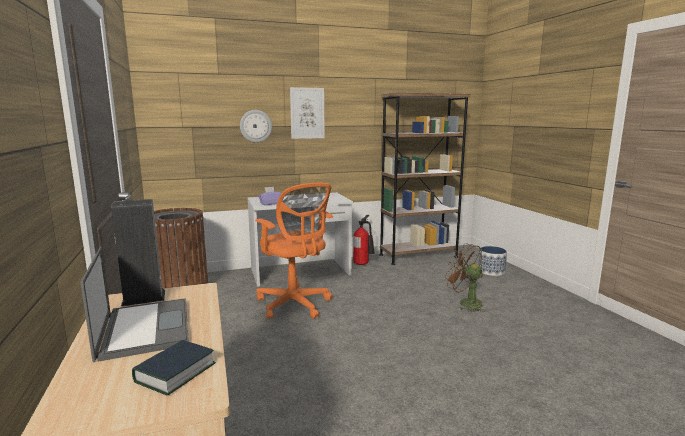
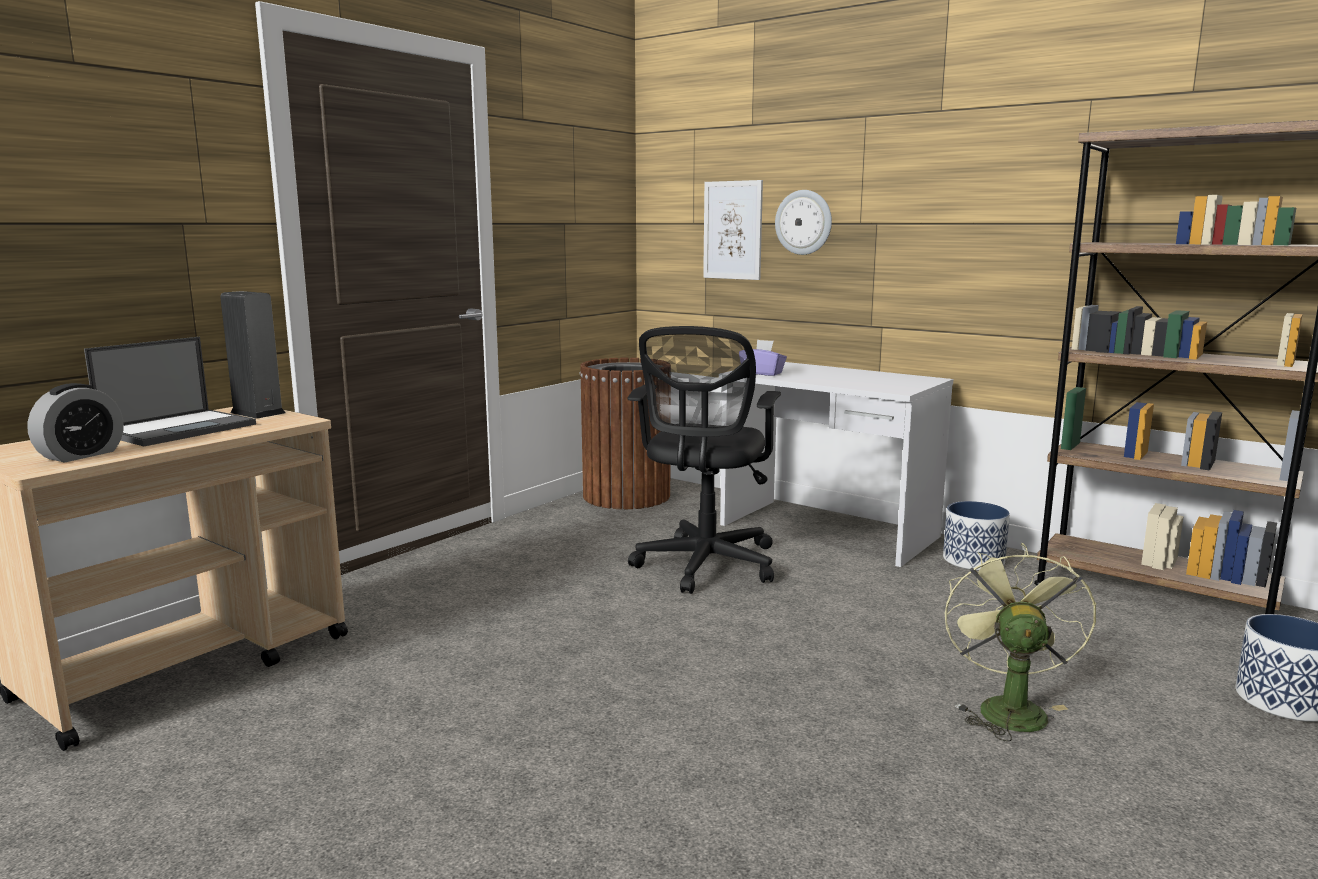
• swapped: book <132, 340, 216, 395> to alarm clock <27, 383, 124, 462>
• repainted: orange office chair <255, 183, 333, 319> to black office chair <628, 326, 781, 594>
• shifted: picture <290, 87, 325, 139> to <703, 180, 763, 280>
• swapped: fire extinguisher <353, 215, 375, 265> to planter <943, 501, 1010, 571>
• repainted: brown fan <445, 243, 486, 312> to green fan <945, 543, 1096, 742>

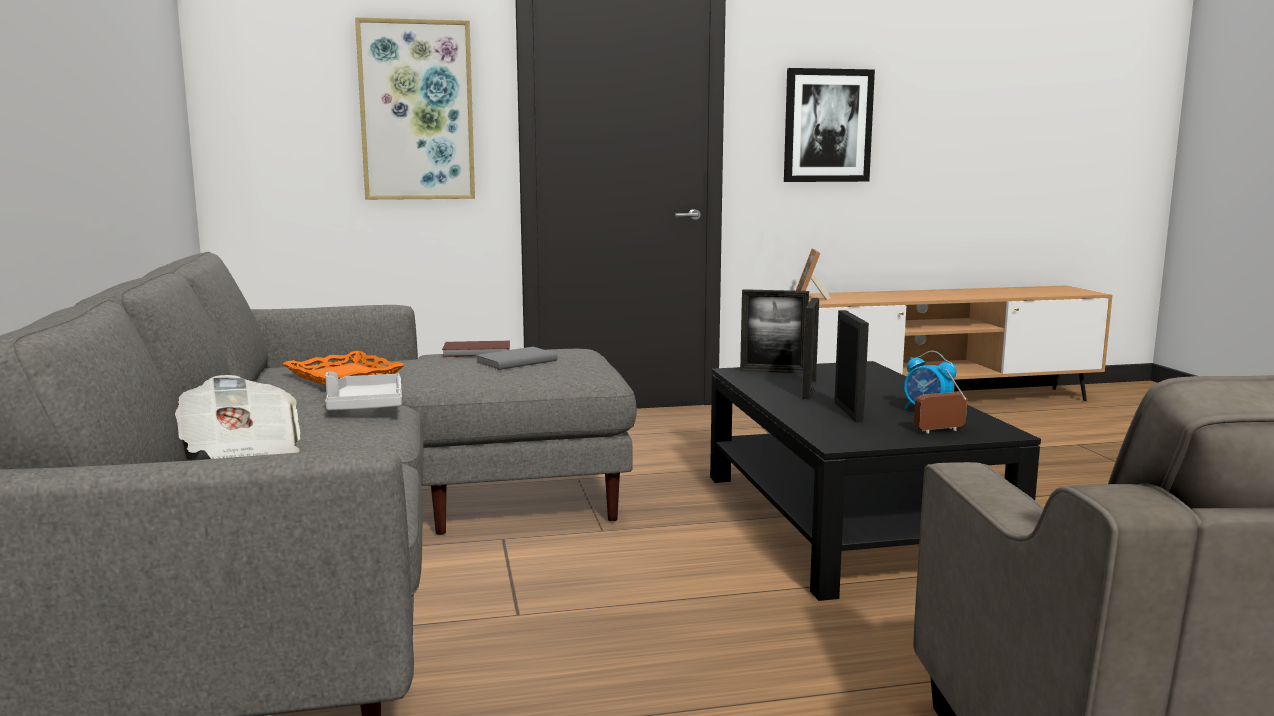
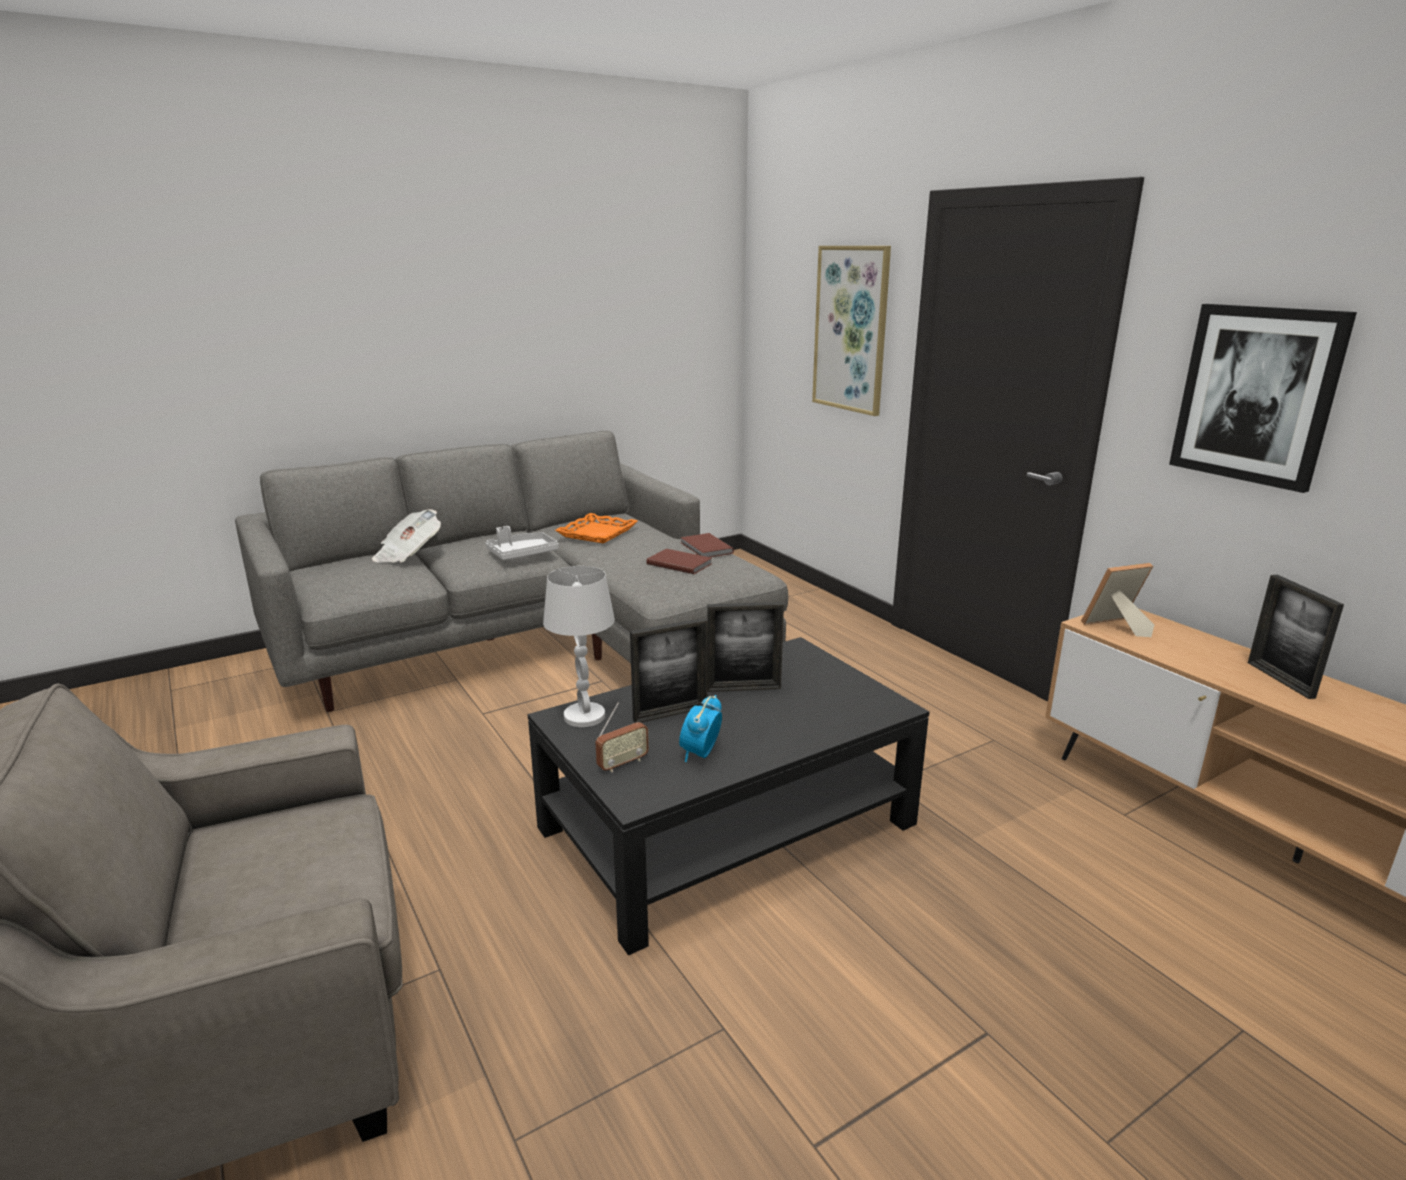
• new: white table lamp <543, 566, 615, 727>
• rotated: radio <914, 369, 967, 434> = <595, 703, 649, 772> 90 degrees clockwise
• repainted: grey book <476, 347, 557, 370> to brown book <646, 549, 712, 574>
• shifted: picture frame <740, 289, 809, 373> to <1248, 575, 1344, 699>

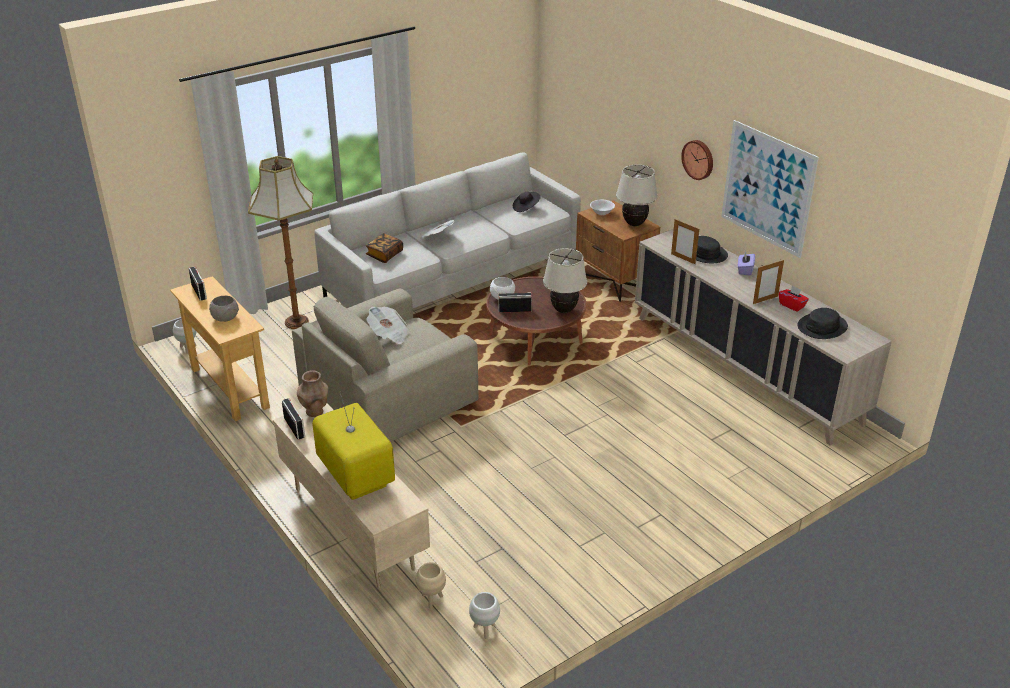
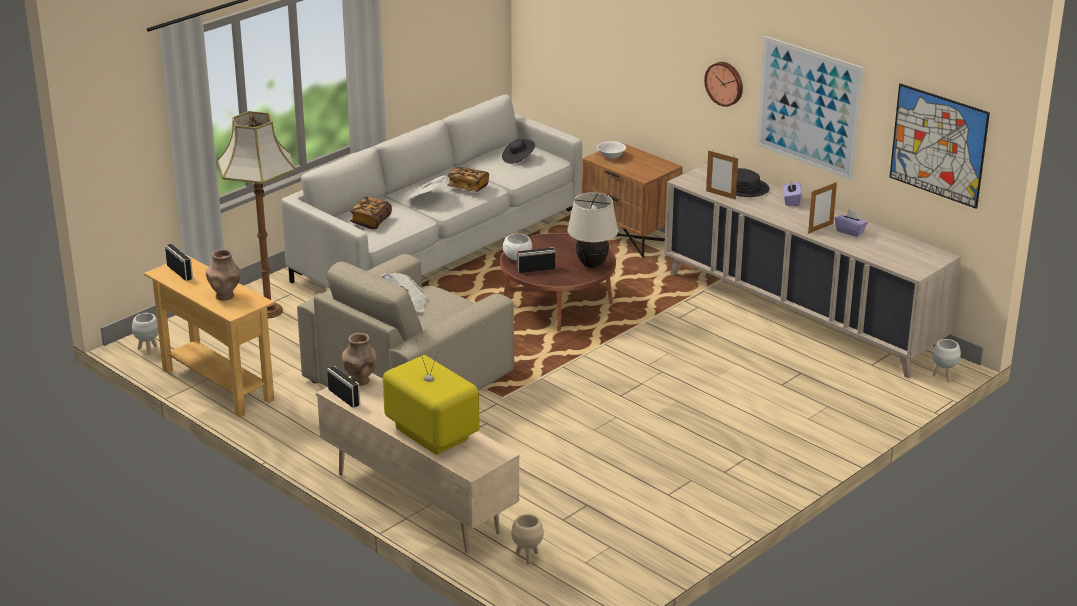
• swapped: grey bowl <209, 296, 239, 322> to brown vase <206, 249, 240, 301>
• new: book <447, 167, 489, 192>
• repainted: red tissue box <779, 285, 809, 312> to purple tissue box <835, 209, 868, 237>
• new: picture <889, 83, 990, 209>
• shifted: white planter <469, 592, 500, 639> to <932, 339, 961, 382>
• gone: beige table lamp <616, 164, 658, 226>
• gone: black hat <797, 308, 848, 339>

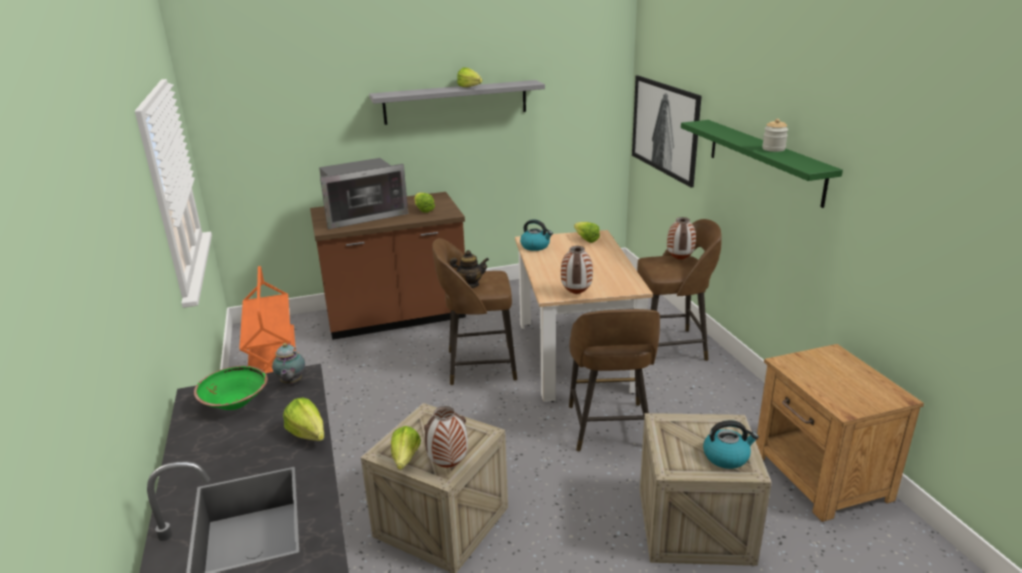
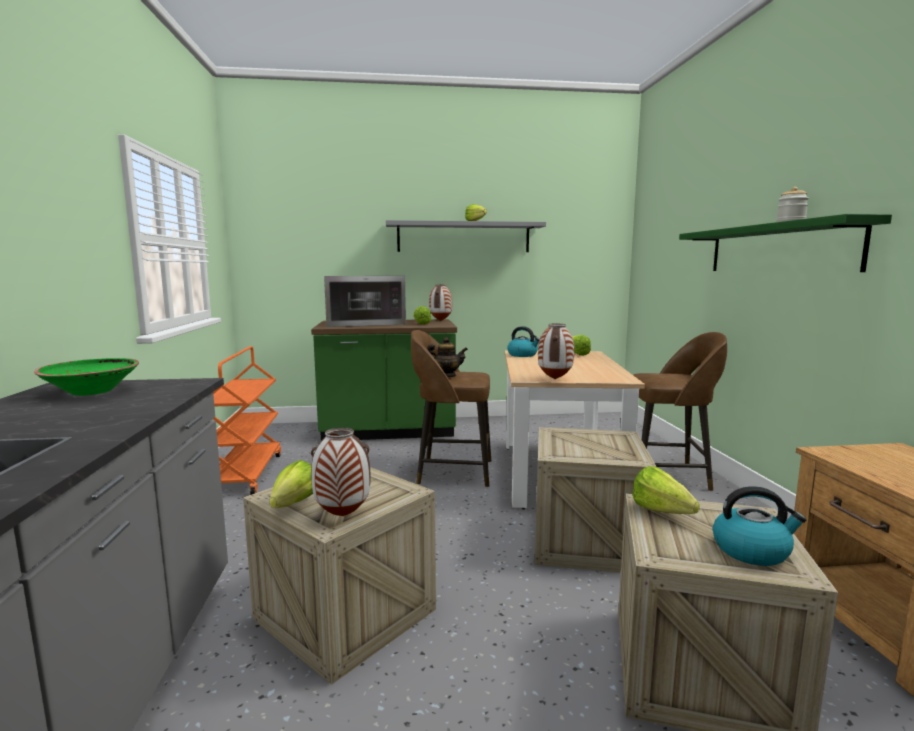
• repainted: brown counter <310, 192, 466, 340> to green counter <311, 319, 457, 441>
• shifted: vase <667, 217, 696, 260> to <429, 284, 452, 321>
• swapped: brown stool <569, 309, 660, 452> to crate <535, 427, 657, 572>
• shifted: lettuce <283, 397, 325, 441> to <633, 466, 700, 514>
• gone: teapot <272, 343, 305, 384>
• gone: picture <632, 75, 702, 187>

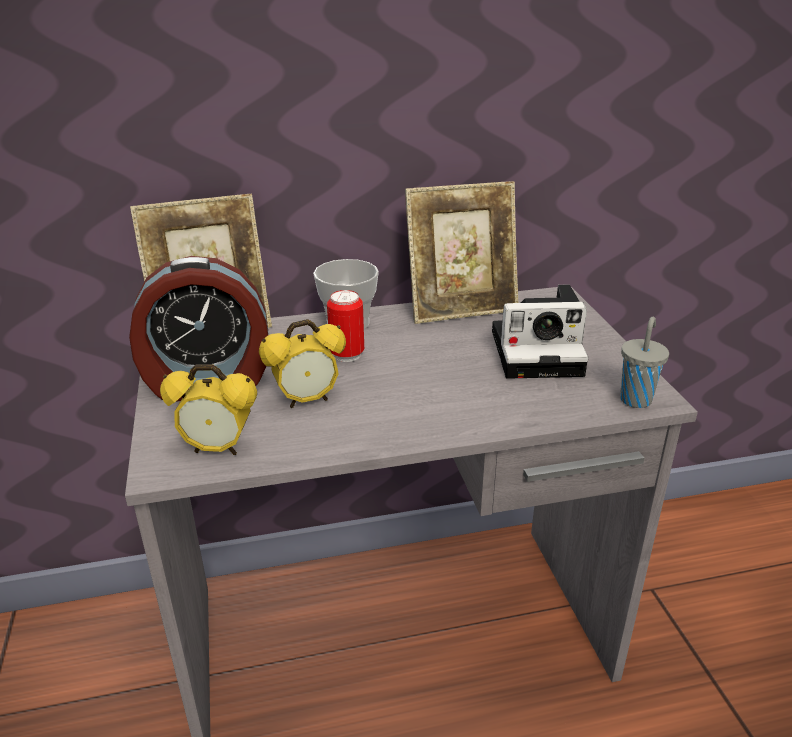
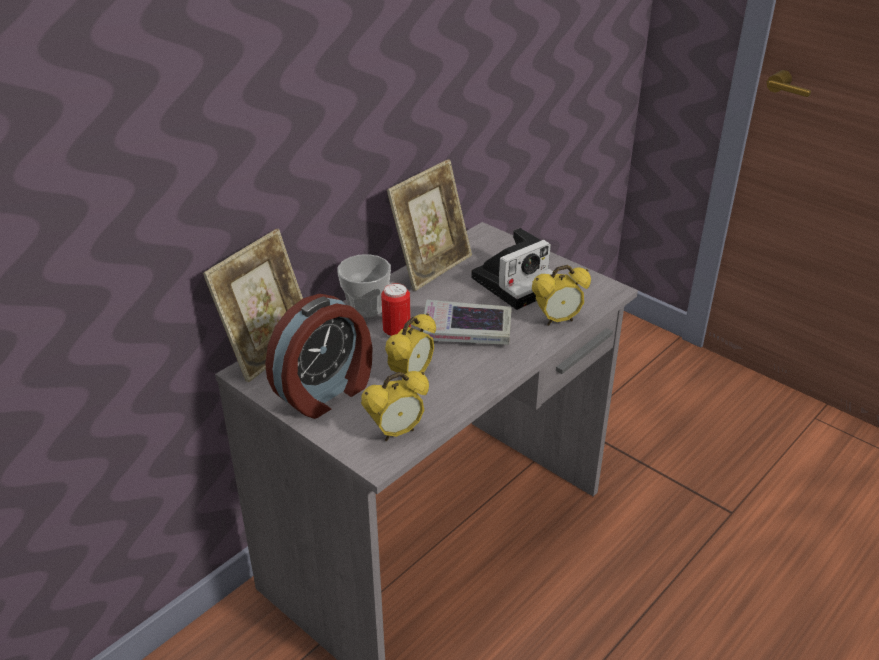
• new: book <423, 299, 512, 345>
• new: alarm clock <532, 265, 591, 326>
• gone: grey cup <620, 317, 669, 408>

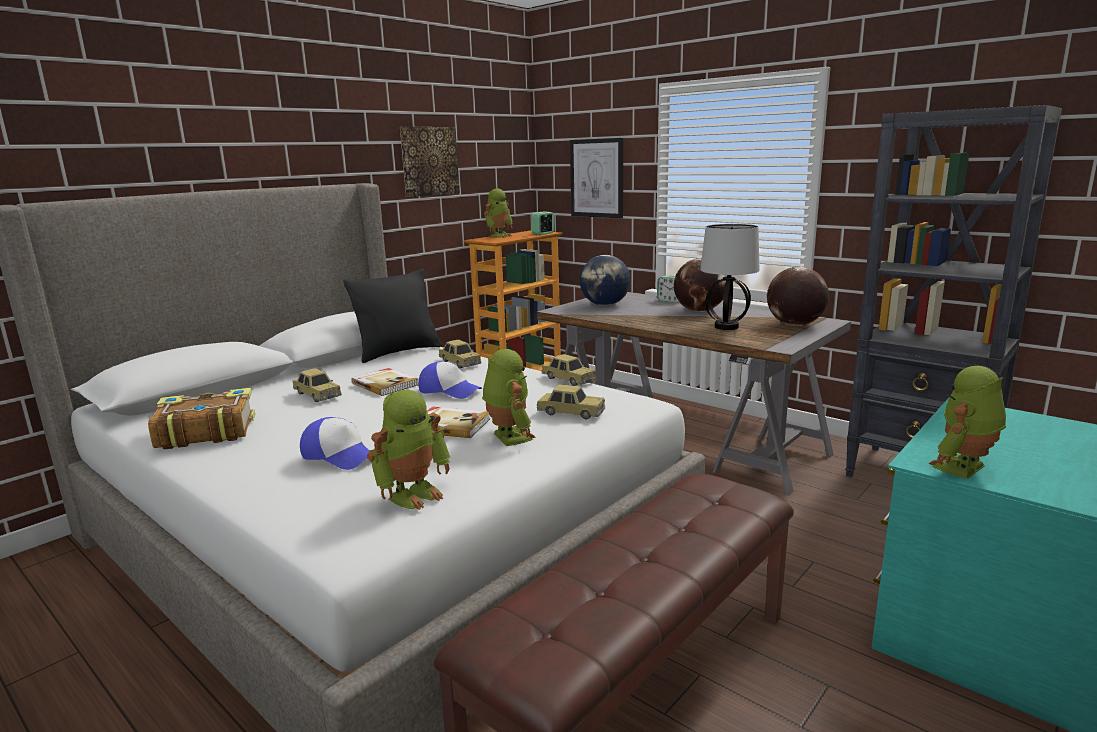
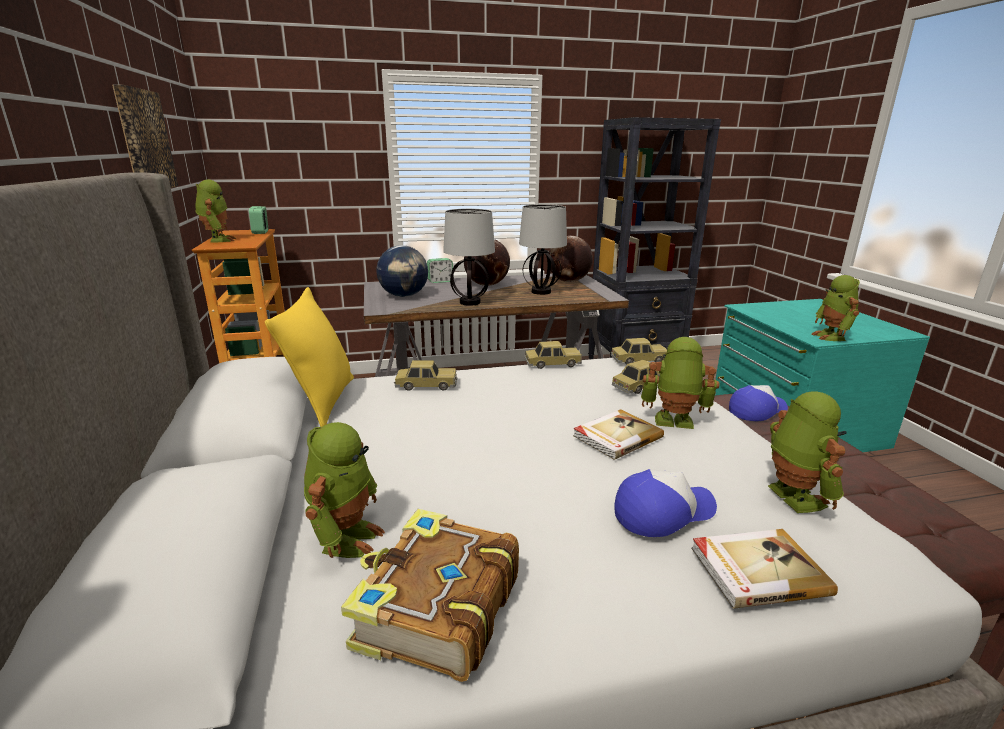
• repainted: black pillow <343, 269, 442, 363> to yellow pillow <265, 287, 354, 427>
• new: toy robot <304, 422, 385, 558>
• new: table lamp <443, 209, 495, 306>
• shifted: toy car <293, 368, 342, 402> to <611, 338, 667, 364>
• shifted: book <351, 368, 418, 396> to <691, 529, 838, 609>
• shifted: cap <418, 362, 482, 399> to <729, 385, 788, 421>
• gone: picture <570, 138, 623, 218>

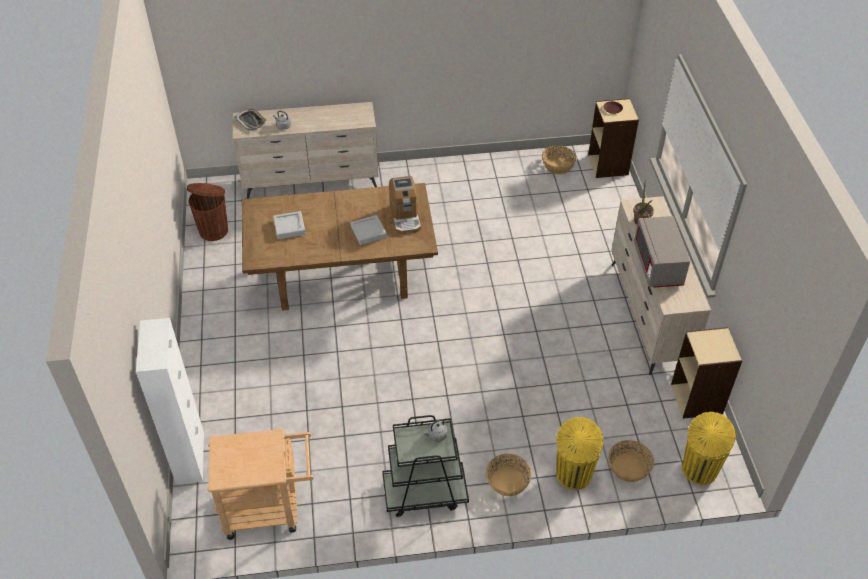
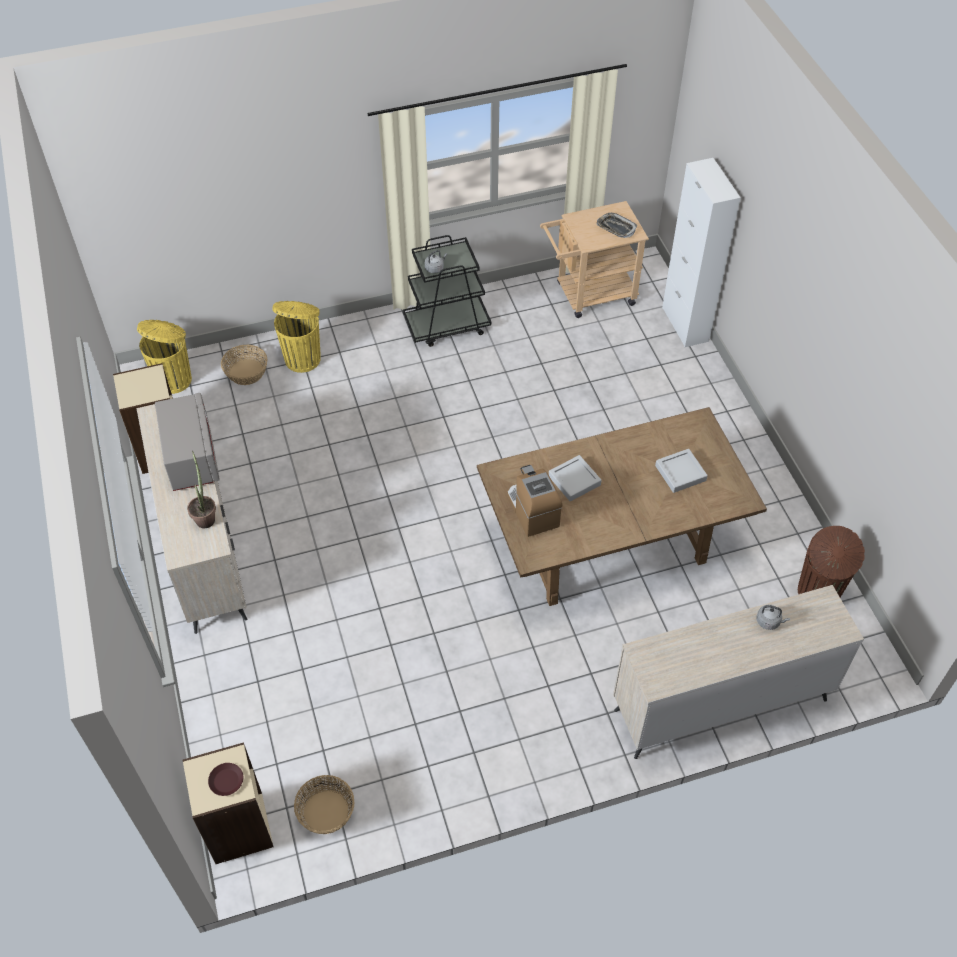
• shifted: tray <235, 109, 266, 131> to <597, 213, 637, 238>
• gone: basket <486, 454, 532, 496>

